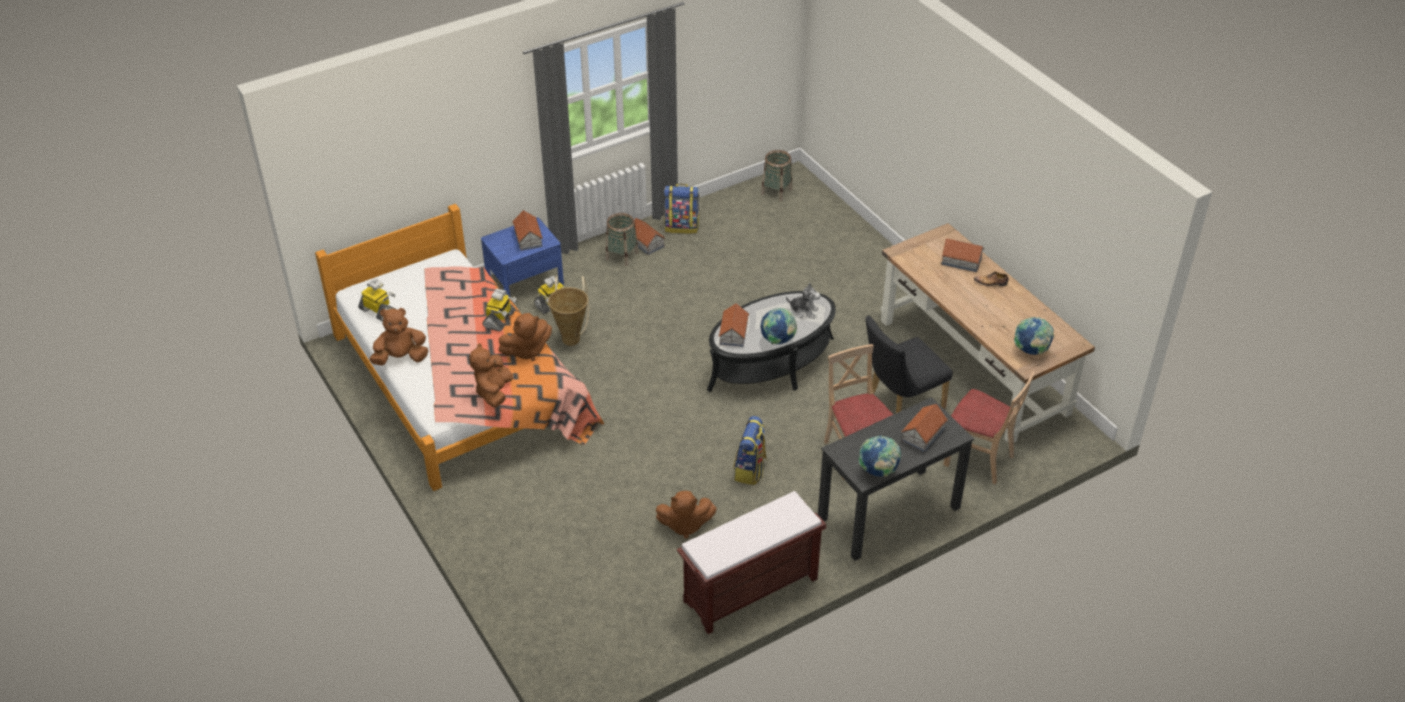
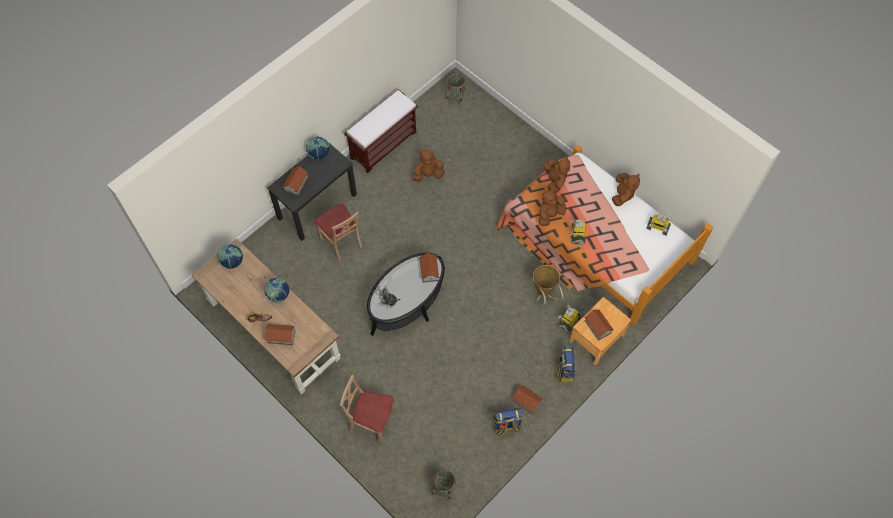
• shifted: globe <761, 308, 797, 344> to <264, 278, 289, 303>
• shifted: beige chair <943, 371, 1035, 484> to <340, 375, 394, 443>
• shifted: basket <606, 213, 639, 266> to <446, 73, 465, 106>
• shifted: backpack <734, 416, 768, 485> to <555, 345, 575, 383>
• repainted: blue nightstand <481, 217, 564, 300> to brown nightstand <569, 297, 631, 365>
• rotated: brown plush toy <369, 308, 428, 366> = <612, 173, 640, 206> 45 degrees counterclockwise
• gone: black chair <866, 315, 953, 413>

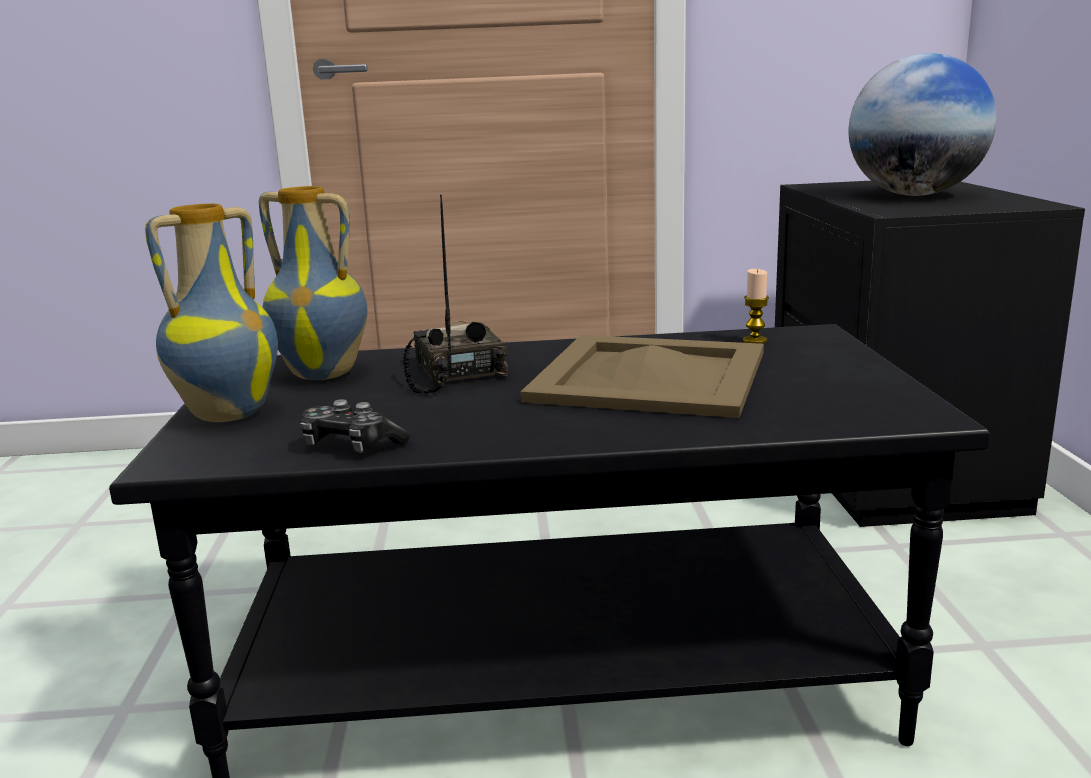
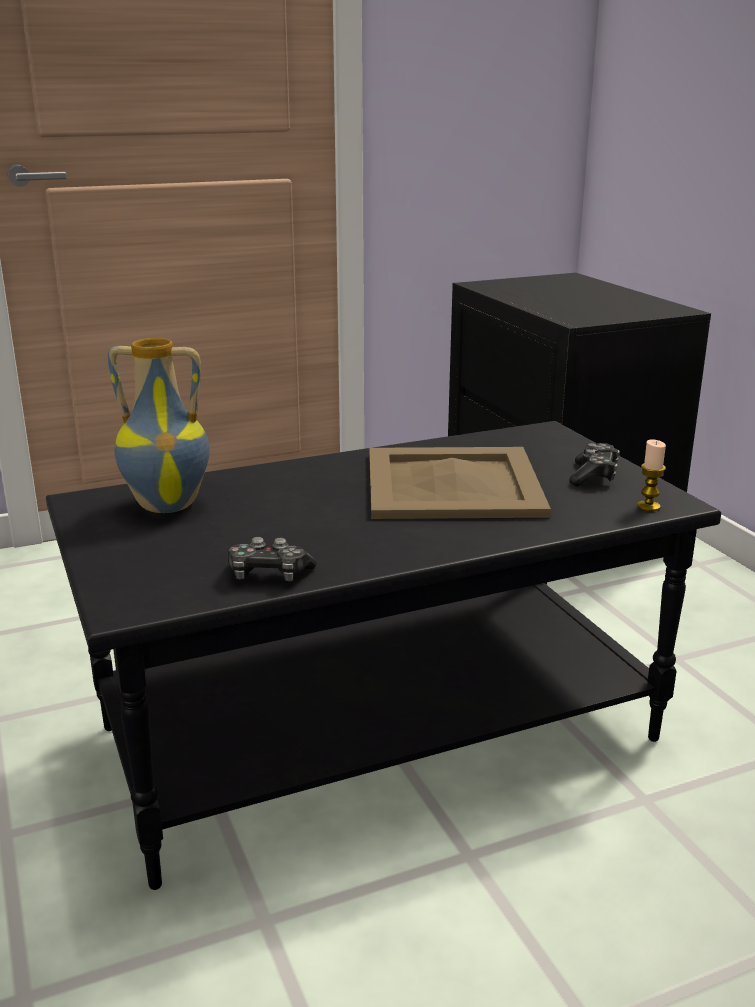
• new: game controller <569, 443, 620, 486>
• shifted: candle <743, 269, 769, 344> to <637, 439, 666, 511>
• gone: vase <145, 204, 278, 422>
• gone: radio <403, 195, 509, 394>
• gone: globe <849, 53, 997, 196>

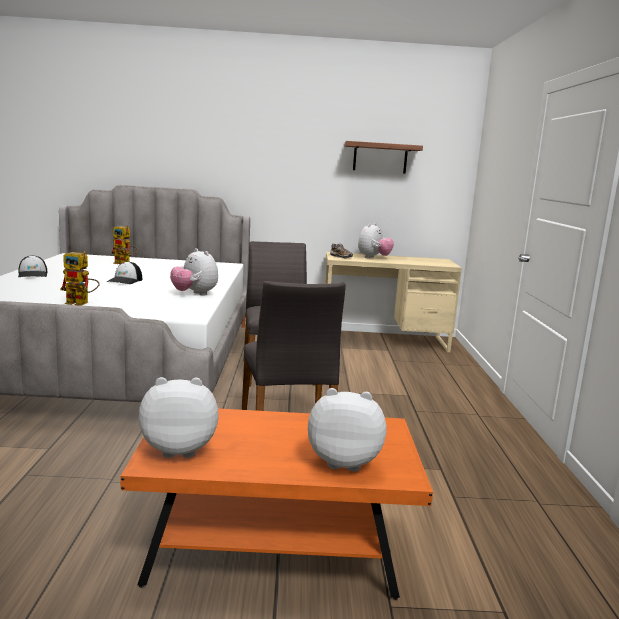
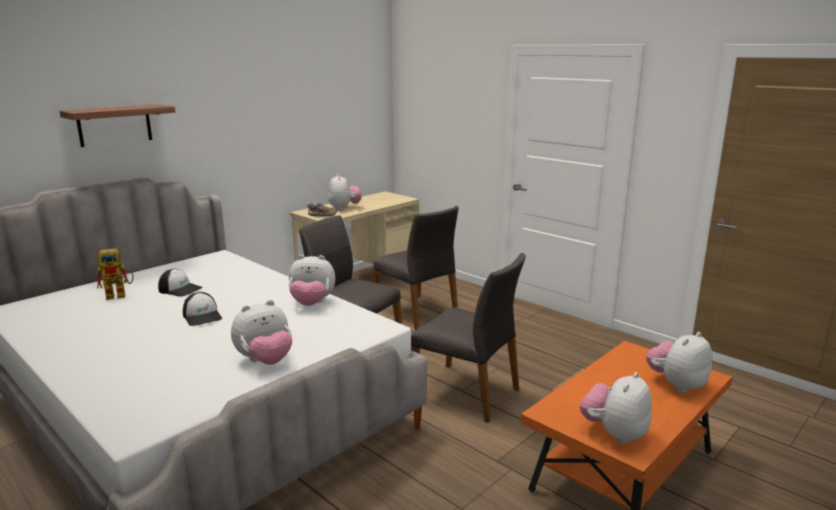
• shifted: shelf <345, 141, 423, 173> to <59, 104, 175, 147>
• shifted: cap <18, 255, 48, 277> to <158, 269, 202, 297>
• swapped: toy robot <60, 251, 100, 306> to plush toy <231, 300, 292, 365>
• new: grey chair <374, 206, 458, 330>

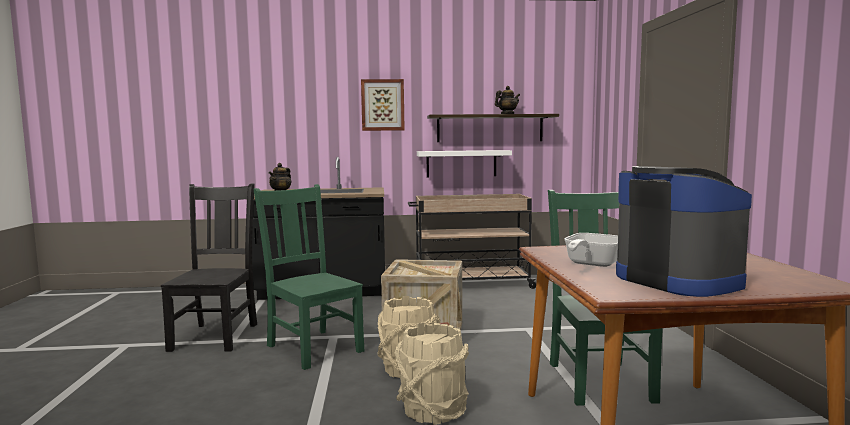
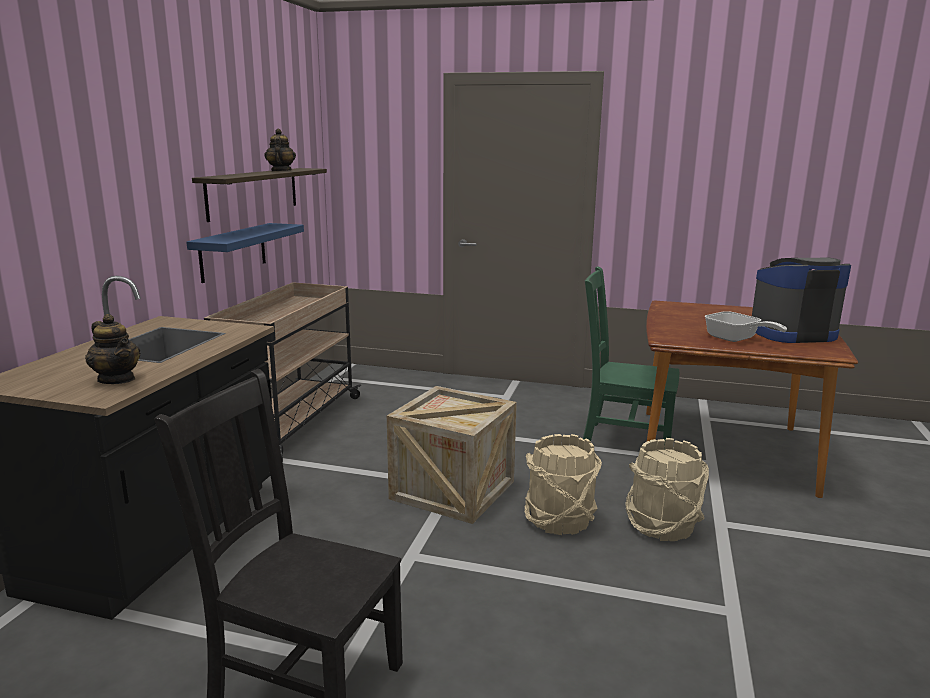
• repainted: white shelf <417, 150, 512, 177> to blue shelf <186, 223, 304, 283>
• gone: green chair <253, 184, 364, 370>
• gone: picture <361, 79, 405, 131>

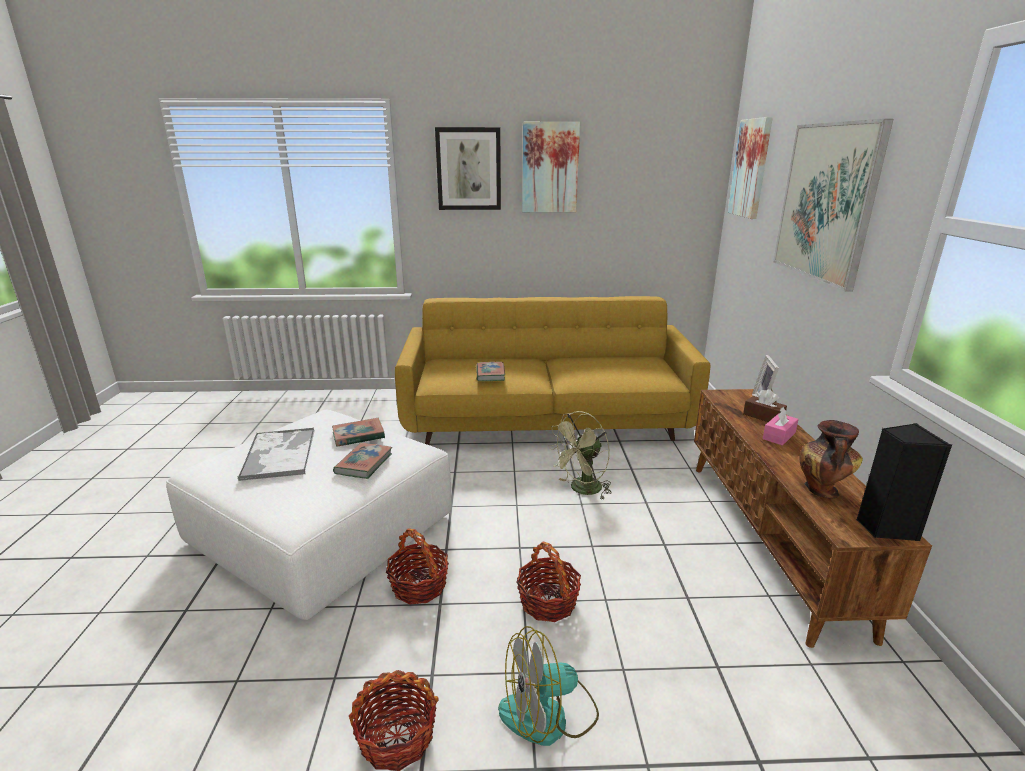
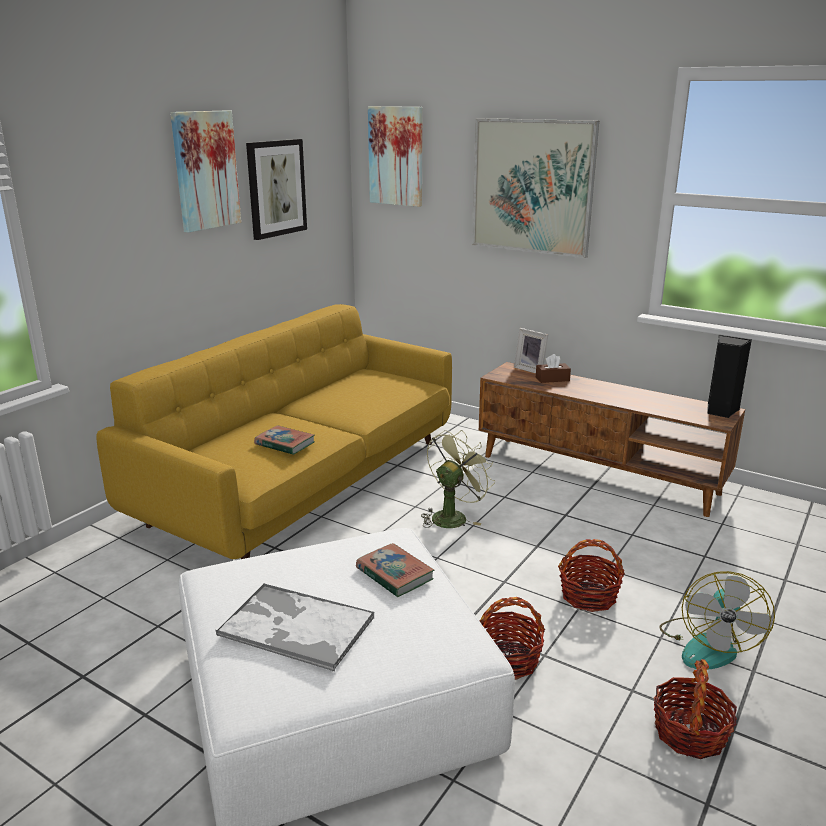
• shifted: picture <435, 127, 501, 210> to <246, 139, 307, 240>
• rotated: green fan <548, 411, 612, 500> = <421, 430, 495, 528> 135 degrees counterclockwise
• gone: book <332, 418, 385, 447>
• gone: pink tissue box <763, 407, 799, 445>
• gone: vase <799, 420, 863, 499>

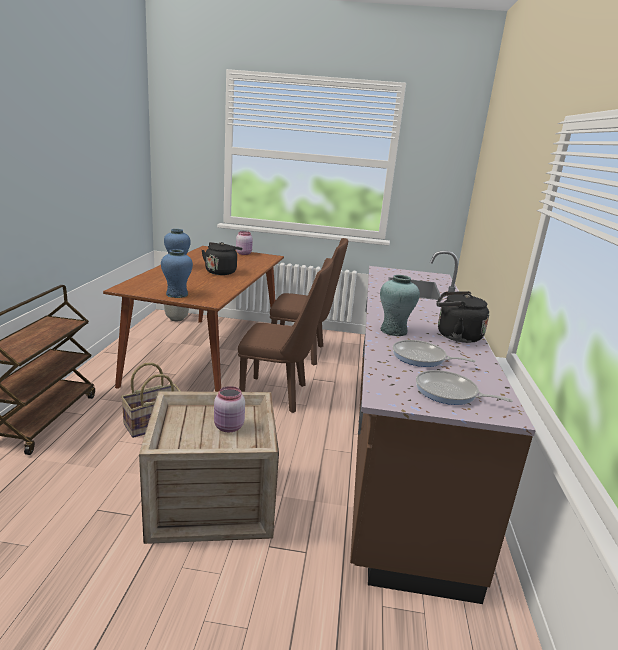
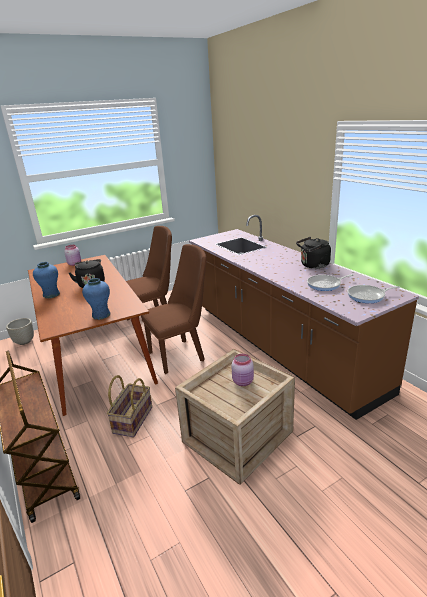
• gone: turquoise vase <380, 275, 420, 336>

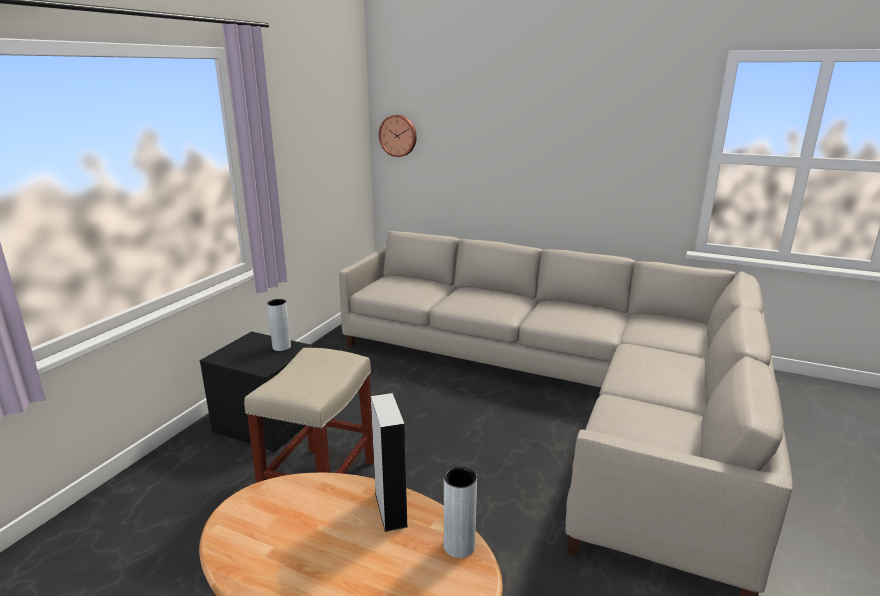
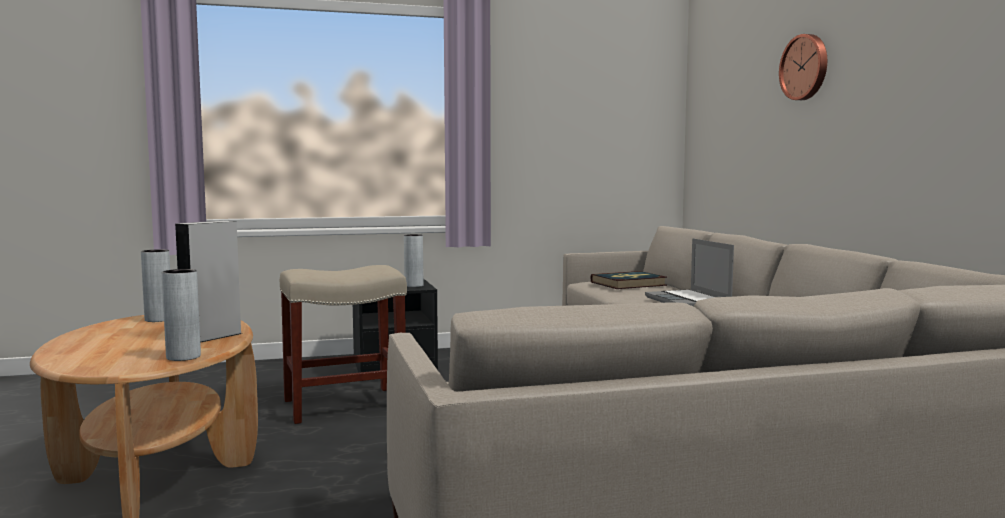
• new: grey vase <141, 249, 170, 322>
• new: book <591, 271, 667, 289>
• new: laptop <645, 238, 734, 307>
• shifted: wall clock <379, 115, 417, 157> to <779, 34, 827, 100>

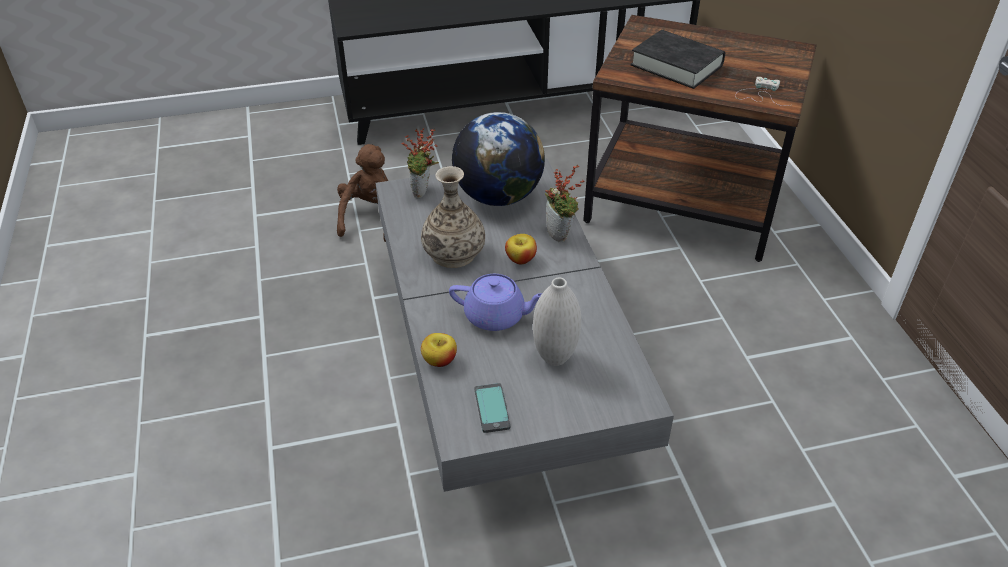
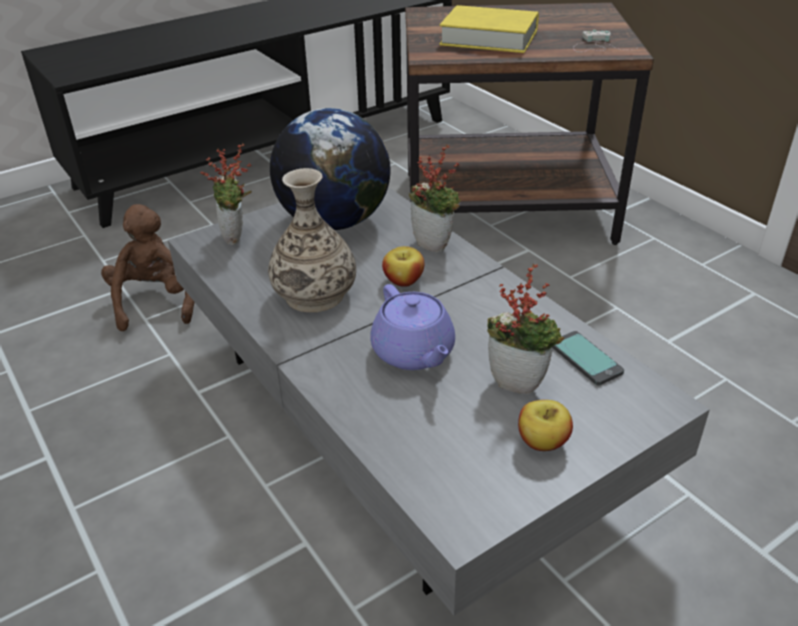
• rotated: purple teapot <449, 274, 542, 331> = <370, 284, 455, 370> 75 degrees clockwise
• repainted: black book <631, 30, 725, 89> to yellow book <439, 5, 539, 53>
• swapped: white vase <533, 278, 581, 366> to potted plant <487, 264, 564, 394>
• shifted: apple <421, 333, 457, 367> to <518, 400, 573, 451>
• shifted: phone <475, 383, 510, 433> to <552, 331, 624, 386>

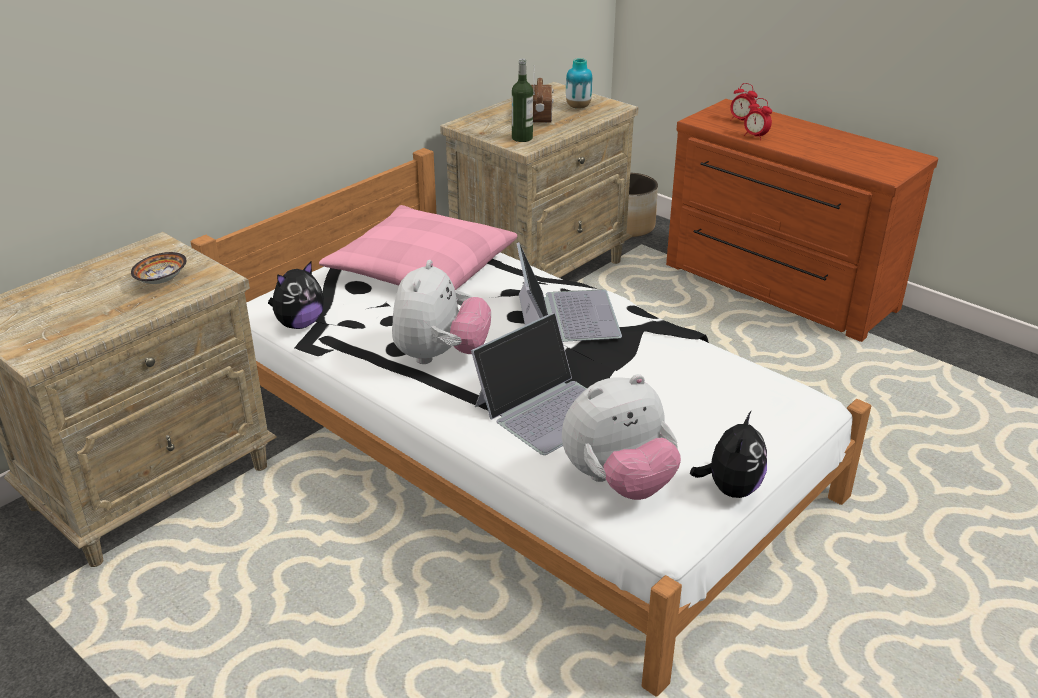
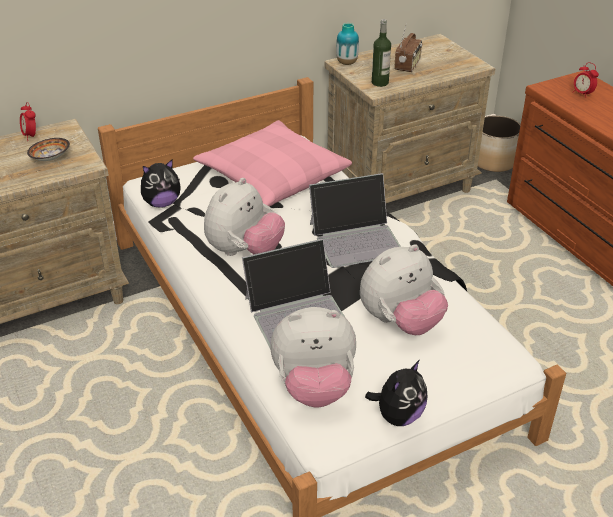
• shifted: alarm clock <744, 98, 772, 140> to <20, 102, 36, 141>
• rotated: laptop <516, 242, 622, 342> = <309, 173, 401, 268> 60 degrees clockwise
• shifted: vase <566, 58, 593, 109> to <336, 23, 359, 65>
• new: plush toy <360, 244, 448, 335>

